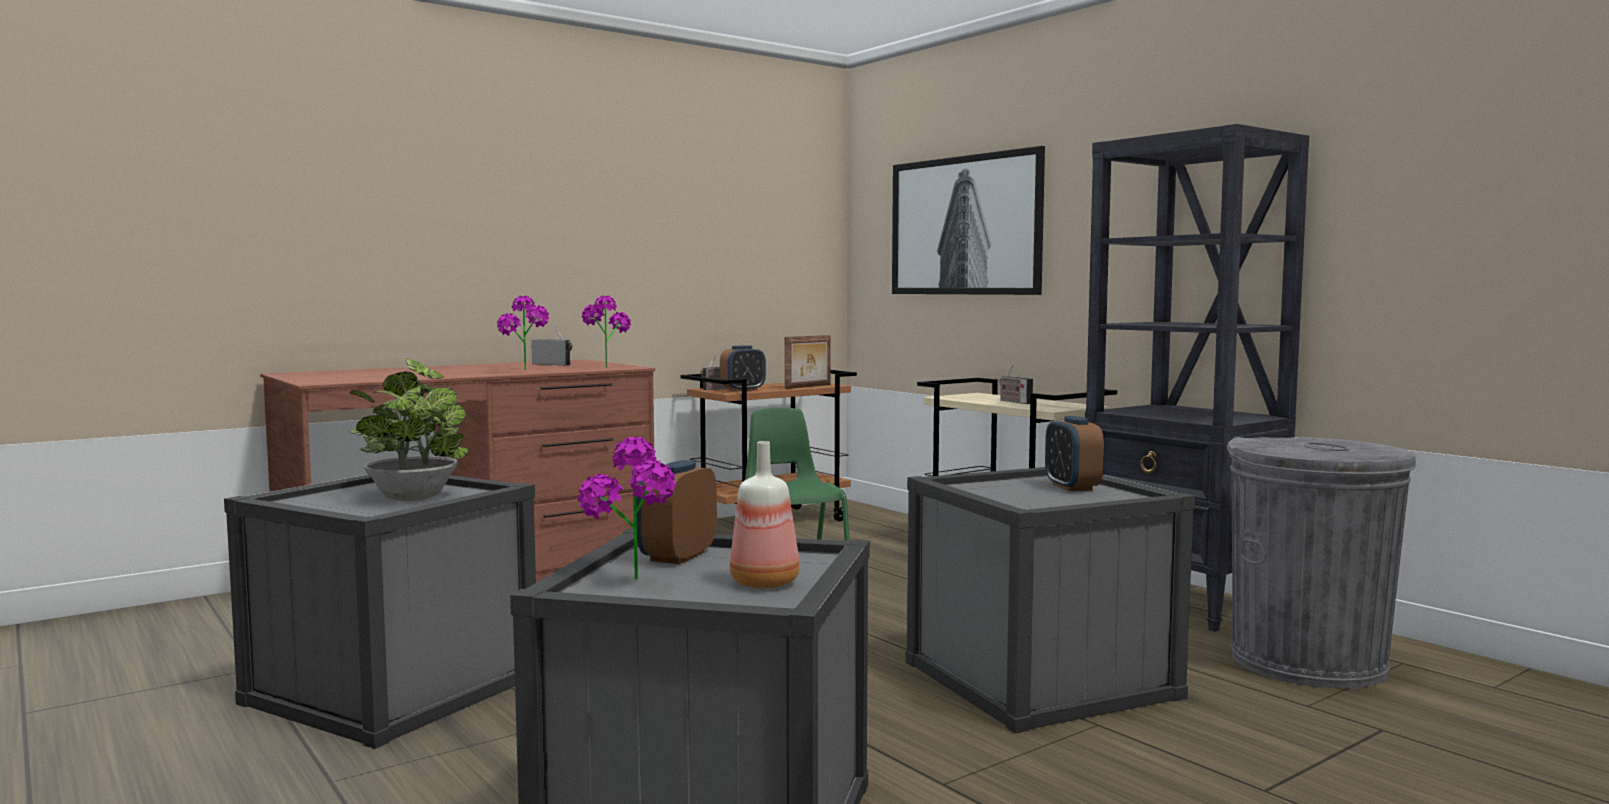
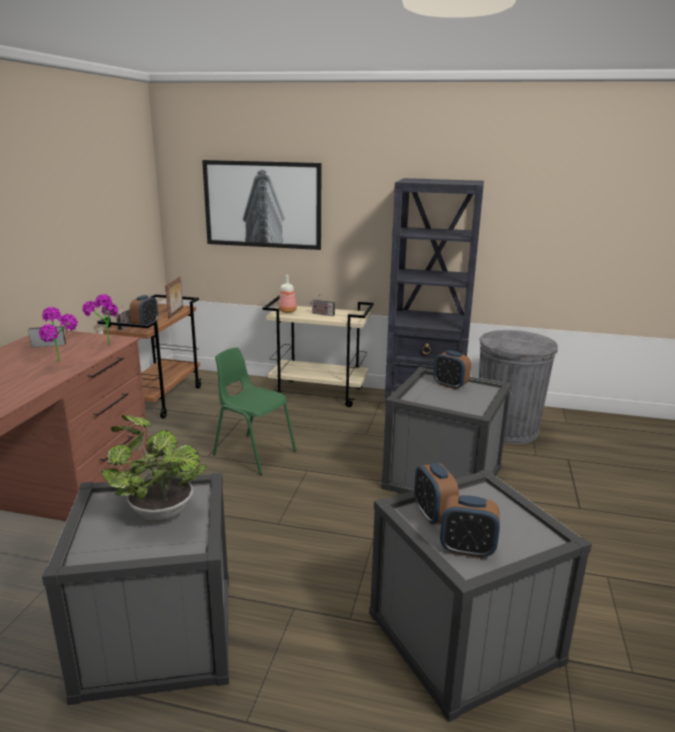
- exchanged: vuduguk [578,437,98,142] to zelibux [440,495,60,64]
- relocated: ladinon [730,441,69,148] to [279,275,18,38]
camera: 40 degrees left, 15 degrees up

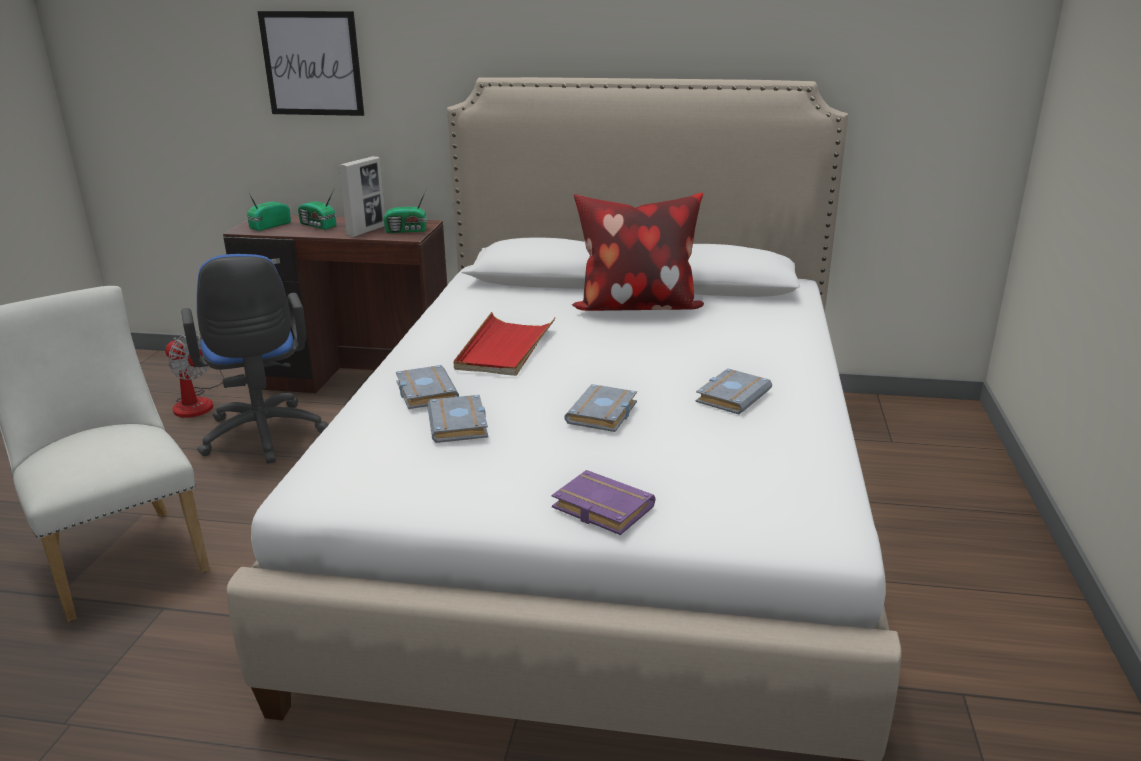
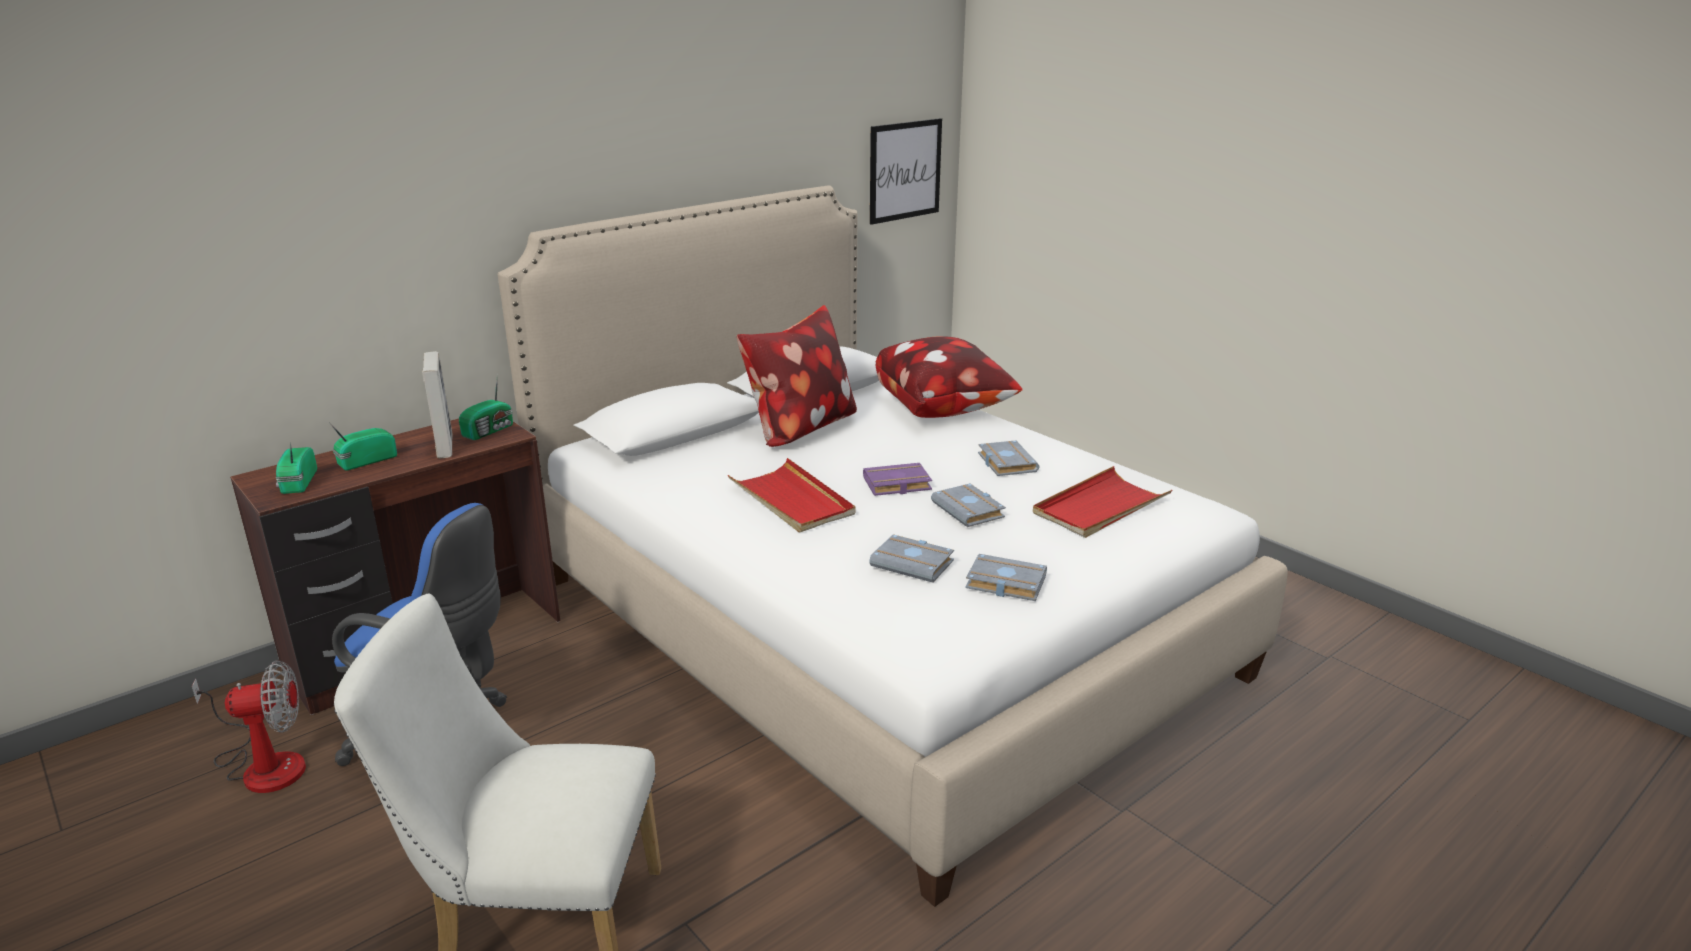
- relocated: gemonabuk [257,11,107,105] to [870,118,72,107]
- spun: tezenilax [298,187,38,43] = [329,422,68,49] 150 degrees clockwise
- relocated: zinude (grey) [396,365,63,44] to [965,554,82,47]
- relocated: zinude (purple) [552,470,104,65] to [863,463,69,33]
- appeared: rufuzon [876,336,146,82]
- appeared: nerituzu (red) [1033,466,139,72]
camera: 50 degrees left, 0 degrees up

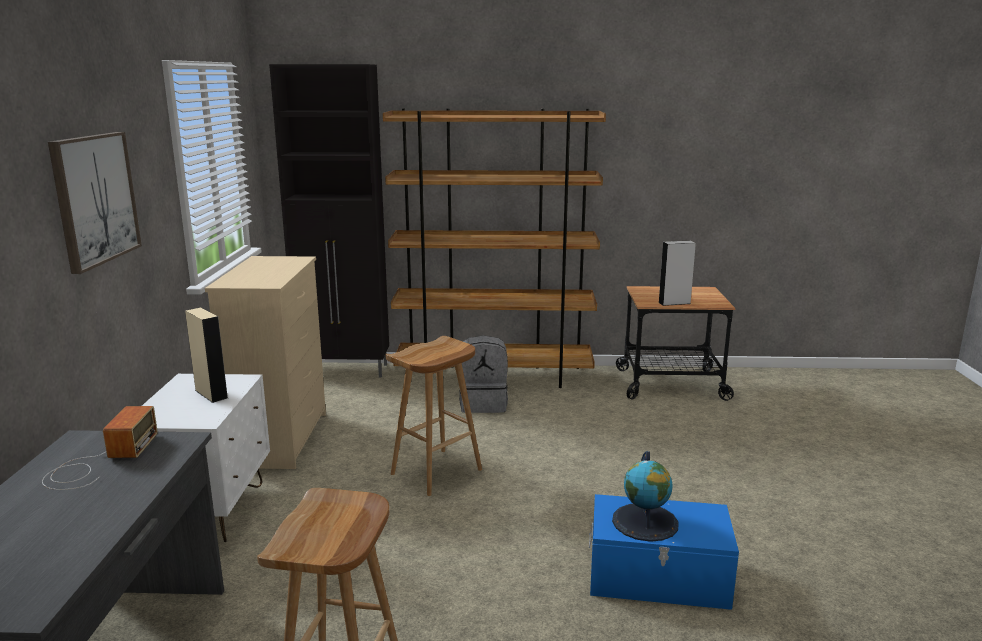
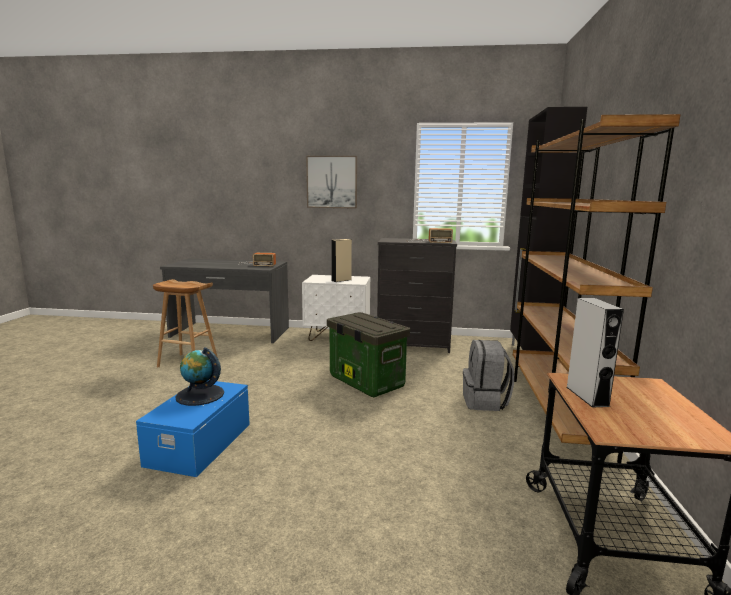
- colour: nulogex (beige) [205,256,121,213] to nulogex (black) [377,238,80,115]
- exchanged: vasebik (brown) [385,336,97,160] to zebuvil [327,312,83,85]
- appeared: tezenilax [406,228,47,15]
camera: 95 degrees right, 5 degrees down

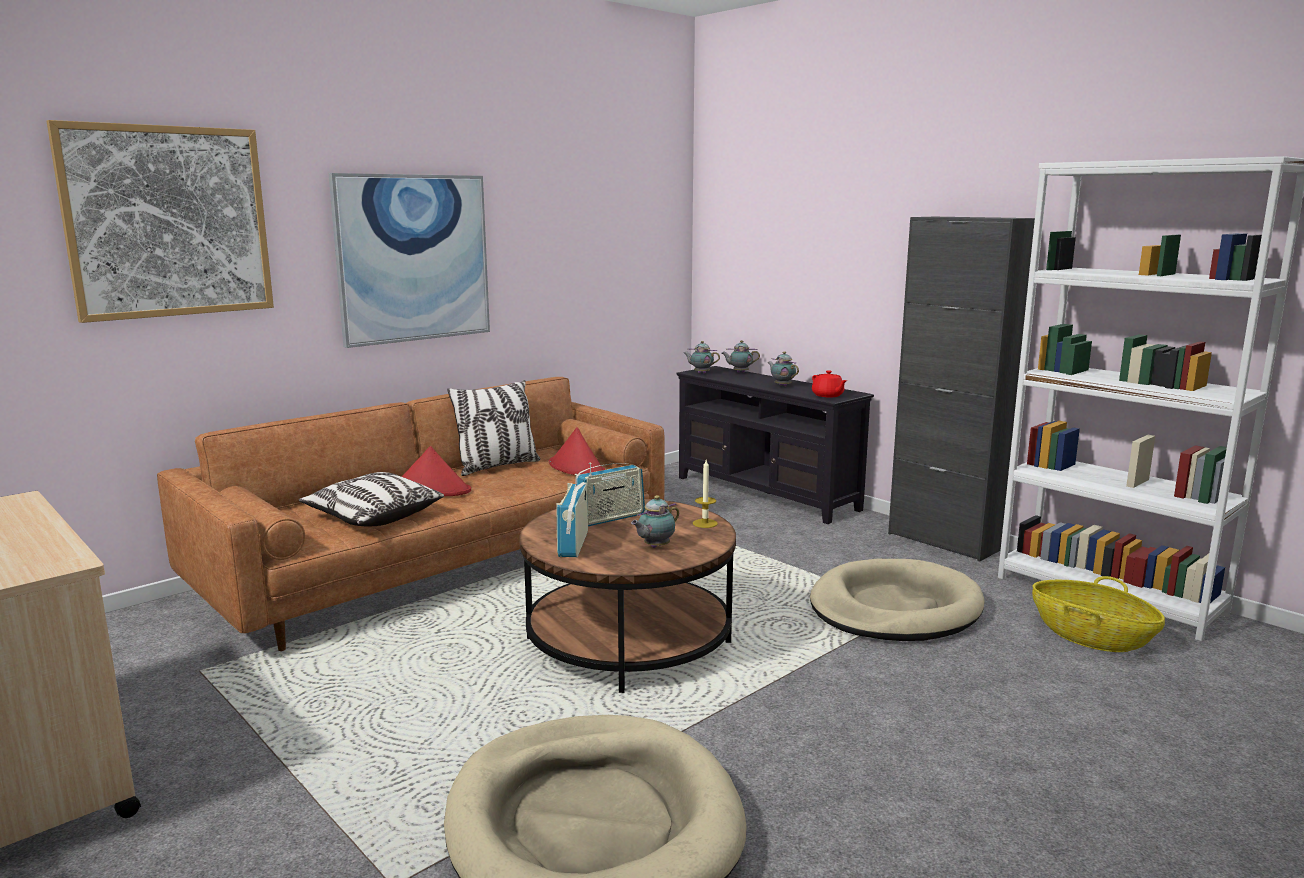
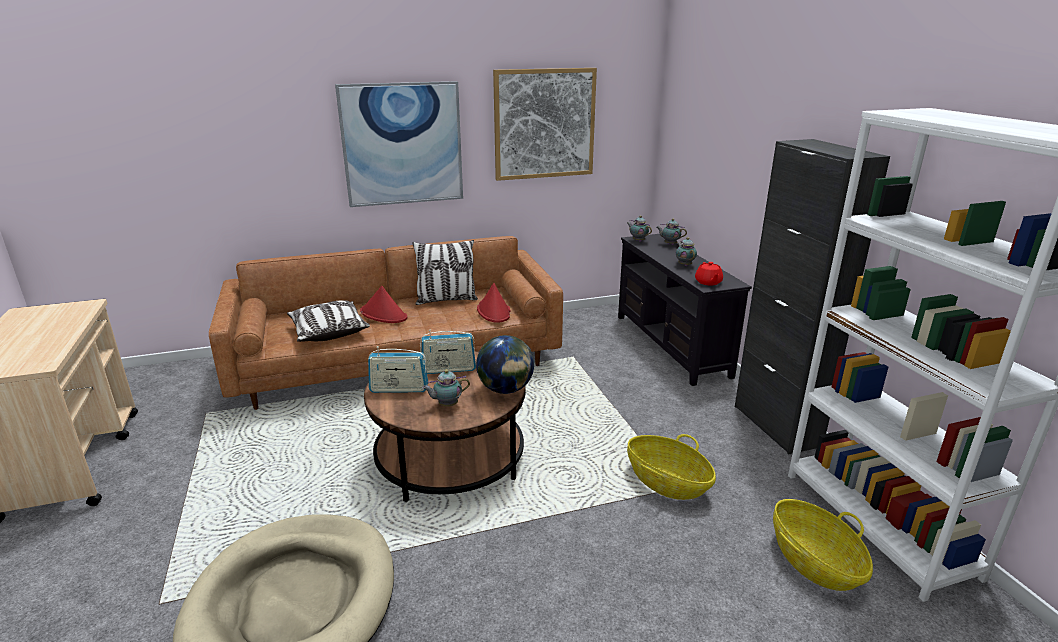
- relocated: gemonabuk [47,120,227,203] to [493,68,104,113]
- spun: tezenilax [556,474,32,83] = [368,346,60,47] 120 degrees counterclockwise
- exchanged: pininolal [693,460,25,68] to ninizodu [476,335,58,59]
- exchanged: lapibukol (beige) [810,559,174,82] to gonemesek [627,434,89,66]
camera: 25 degrees right, 10 degrees up

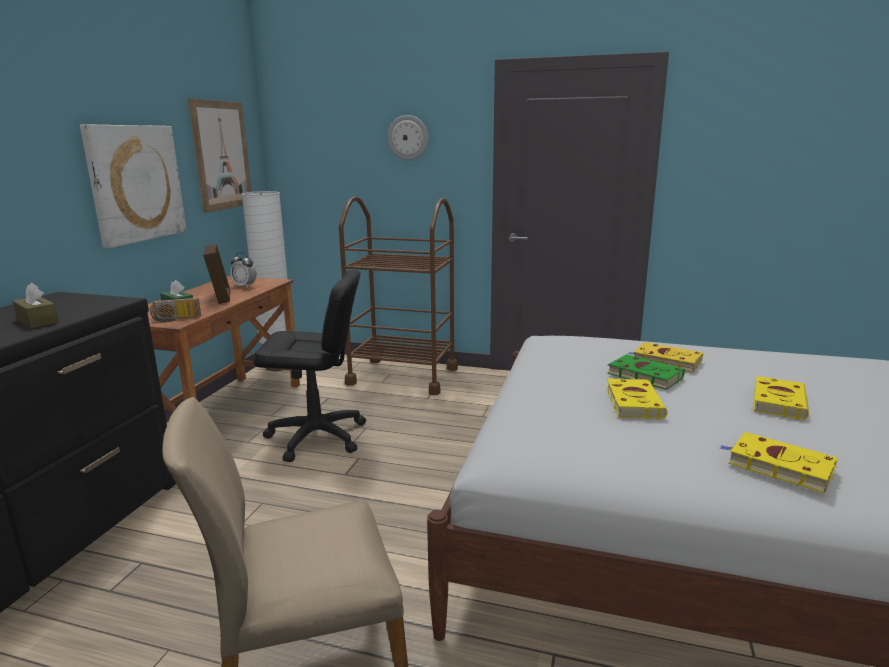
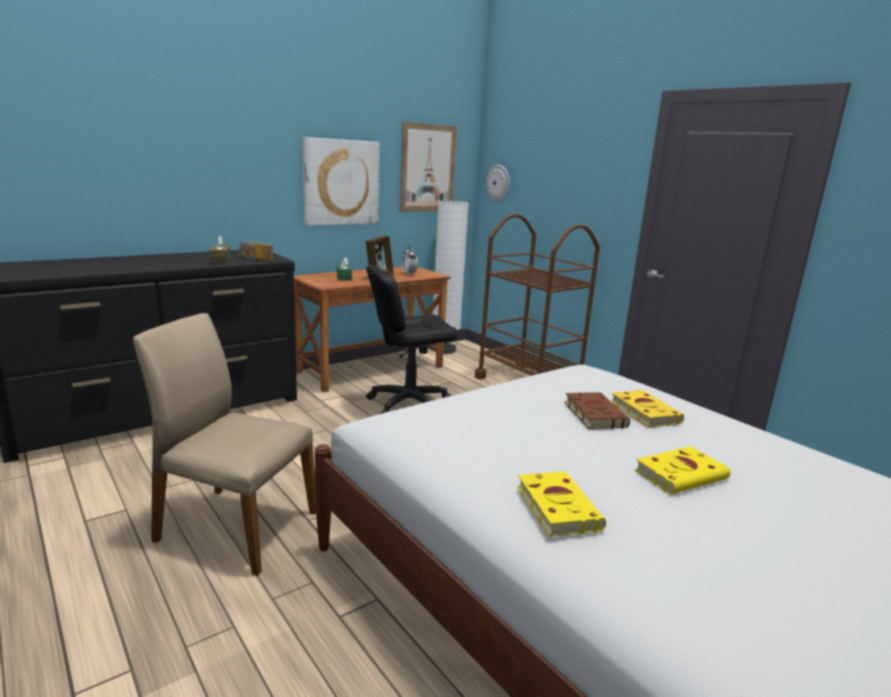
- relocated: tezenilax [150,298,51,24] to [238,241,35,20]
- spun: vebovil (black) [253,270,113,192] = [366,265,92,149] 120 degrees clockwise
- relocated: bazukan [388,115,41,46] to [485,165,25,37]
- colour: zinude (green) [606,354,79,36] to zinude (brown) [564,392,66,37]
- missing: zinude (yellow) [606,379,62,40]
camera: 35 degrees right, 0 degrees up

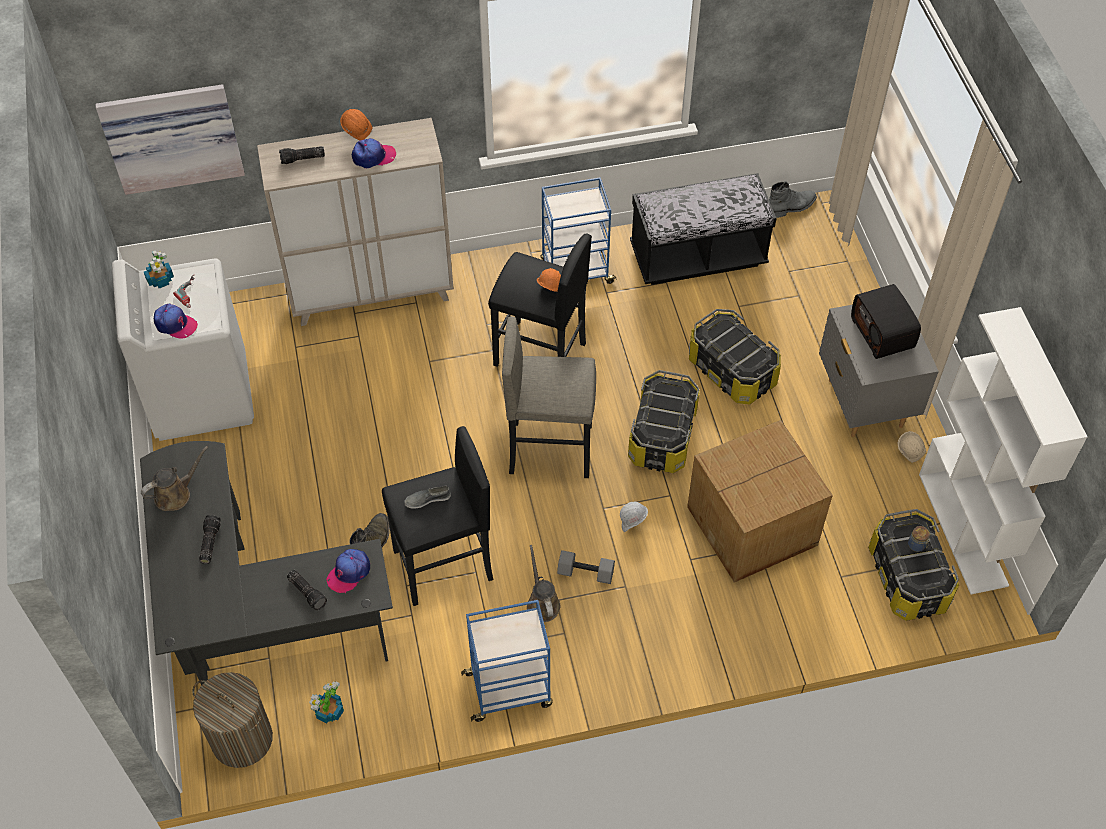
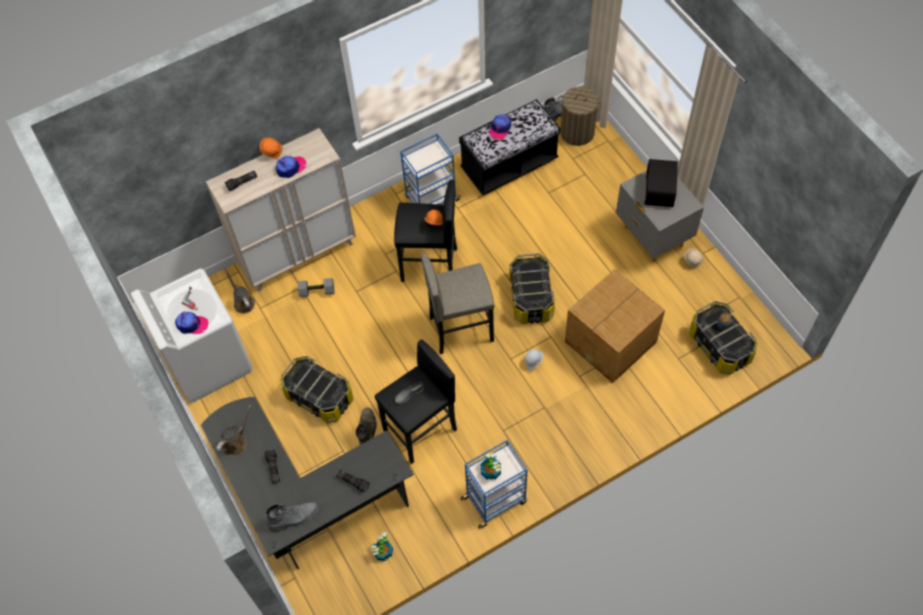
- missing: gemonabuk [95,84,150,111]
- relocated: vuduguk [144,251,30,37] to [481,453,20,26]
- relocated: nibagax [192,672,81,96] to [558,86,44,60]
- relocated: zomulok [327,549,43,44] to [490,114,21,25]
- relocated: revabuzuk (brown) [527,545,33,77] to [224,268,31,46]
- relocated: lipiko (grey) [557,550,58,34] to [298,278,37,19]
- relocated: zebuvil [689,309,92,95] to [281,356,72,67]
- spun: tezenilax [851,284,70,75] = [645,159,33,48] 45 degrees clockwise
- missing: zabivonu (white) [919,307,169,287]
- appeared: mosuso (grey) [266,502,52,30]
camera: 15 degrees left, 5 degrees up

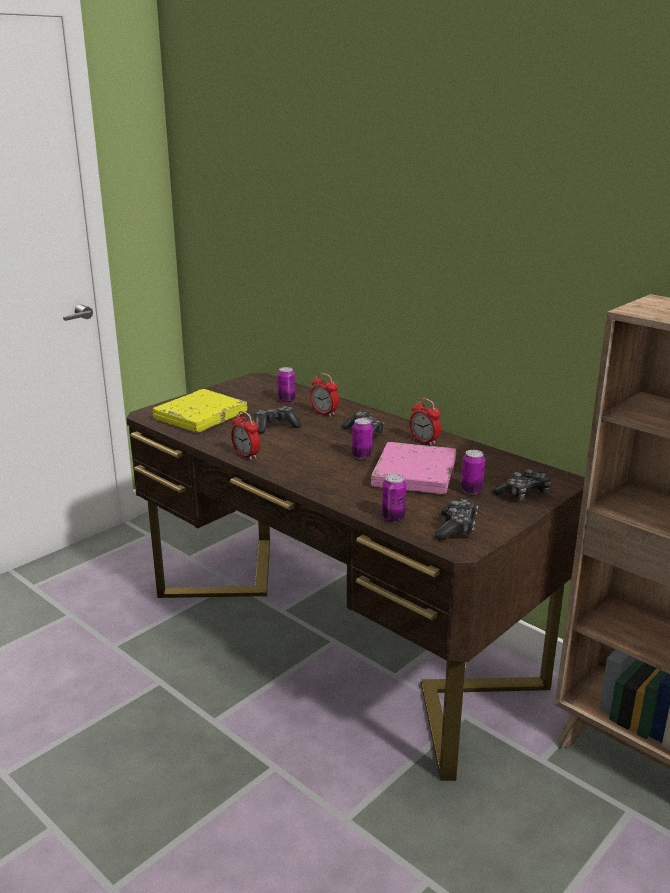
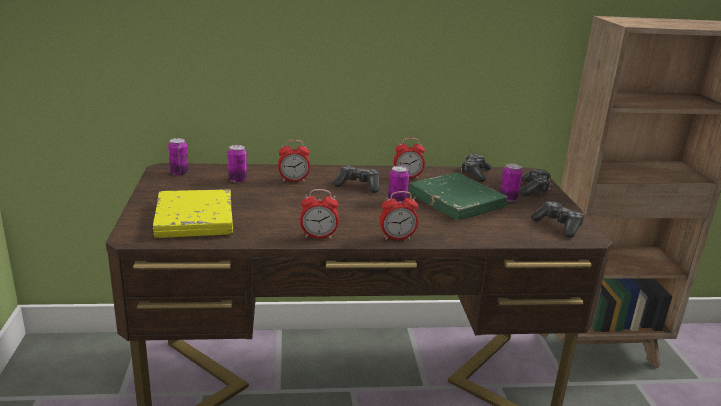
- relocated: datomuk [254,406,48,28] to [461,154,31,28]
- colour: zinude (pink) [371,442,85,52] to zinude (green) [408,172,100,49]
- relocated: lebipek [382,474,24,48] to [168,138,21,37]
- appeared: zelibux [380,191,38,49]
camera: 50 degrees left, 0 degrees up

